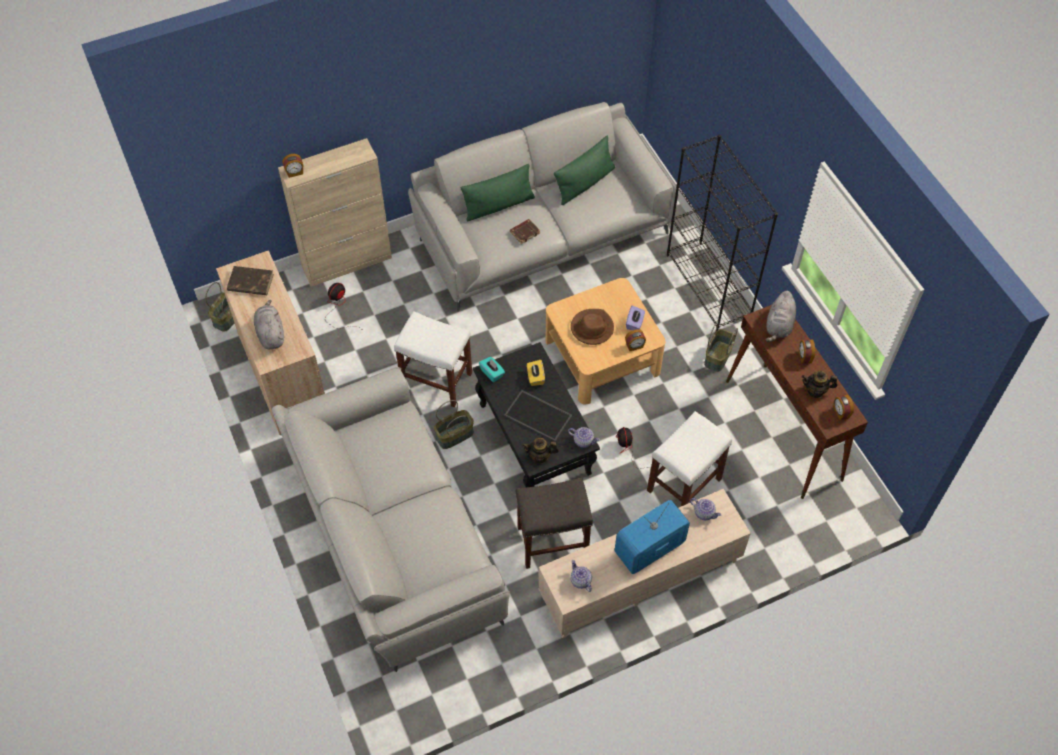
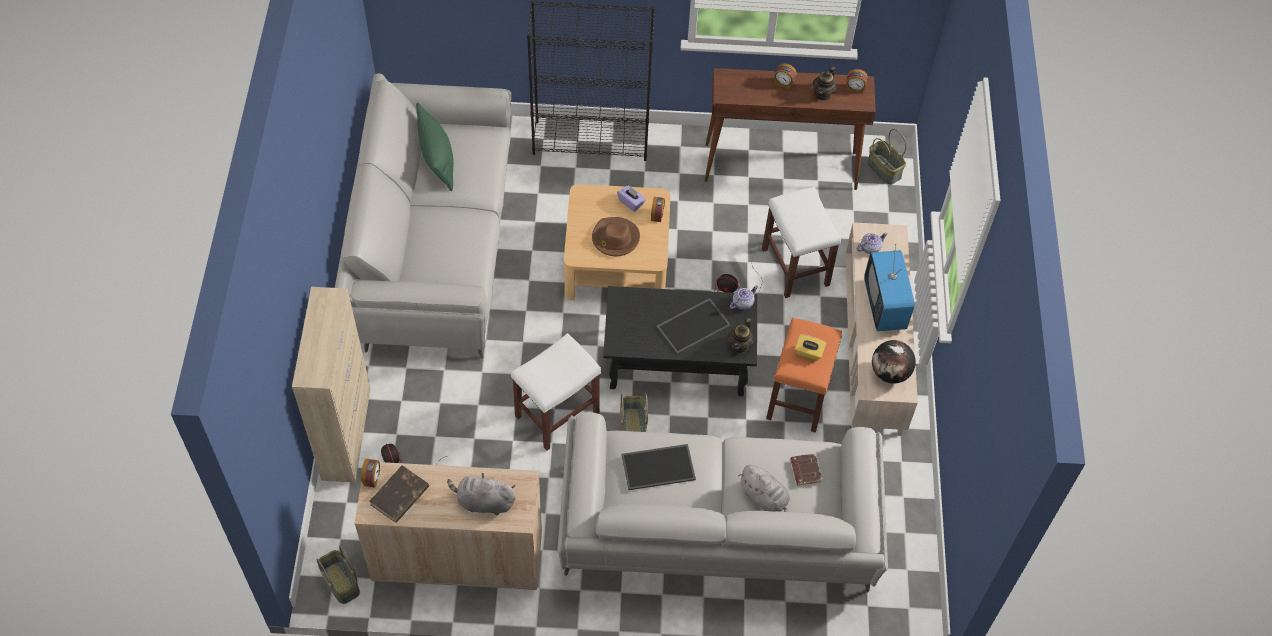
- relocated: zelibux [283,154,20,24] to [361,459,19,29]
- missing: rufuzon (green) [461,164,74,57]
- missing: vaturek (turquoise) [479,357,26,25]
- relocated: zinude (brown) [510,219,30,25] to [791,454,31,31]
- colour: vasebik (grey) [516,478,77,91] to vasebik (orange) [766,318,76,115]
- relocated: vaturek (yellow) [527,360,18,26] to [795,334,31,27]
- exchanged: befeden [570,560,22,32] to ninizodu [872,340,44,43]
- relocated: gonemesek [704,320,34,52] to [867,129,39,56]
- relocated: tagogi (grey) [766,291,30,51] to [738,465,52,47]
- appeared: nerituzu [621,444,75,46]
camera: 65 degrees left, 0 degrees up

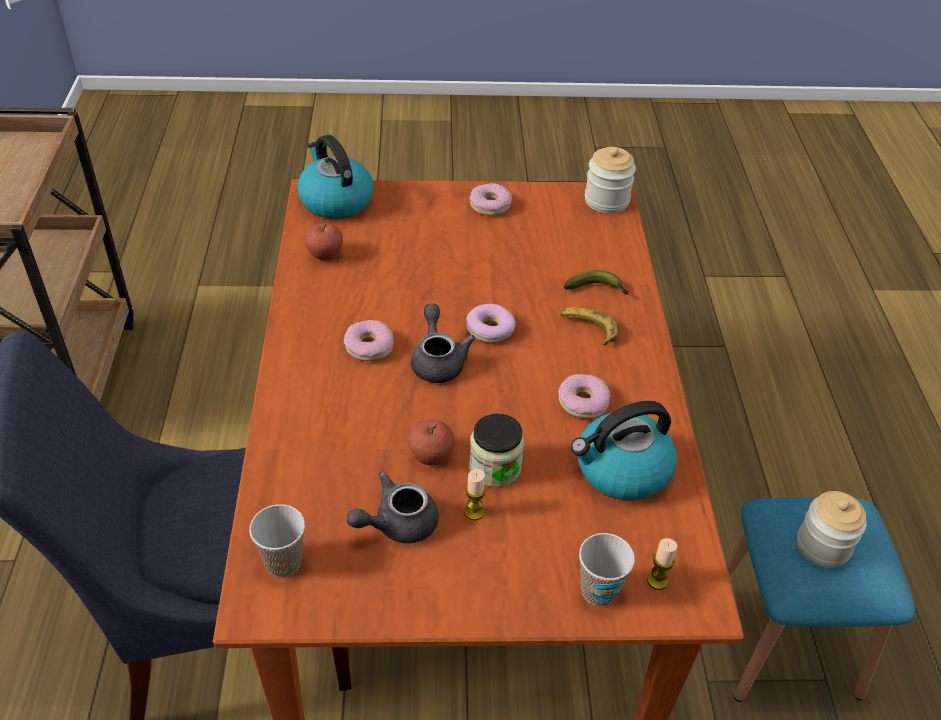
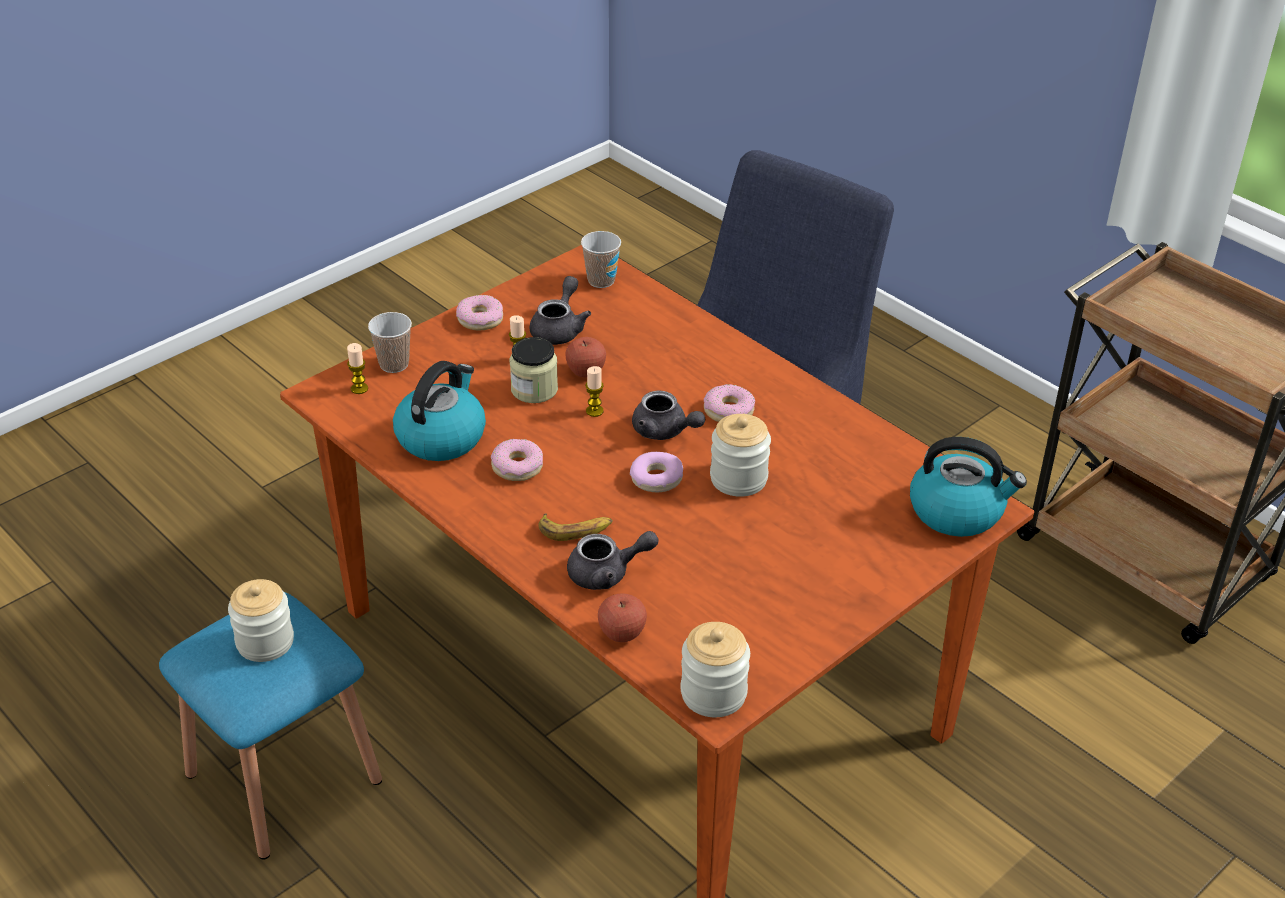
- relocated: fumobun [305,223,38,38] to [598,593,49,49]
- relocated: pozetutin [470,183,42,33] to [456,295,47,36]
- exchanged: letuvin [564,270,64,25] to befeden (grey) [567,531,91,59]
- appeared: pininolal [585,366,19,51]
- appeared: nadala [710,414,61,83]
camera: 140 degrees right, 5 degrees down

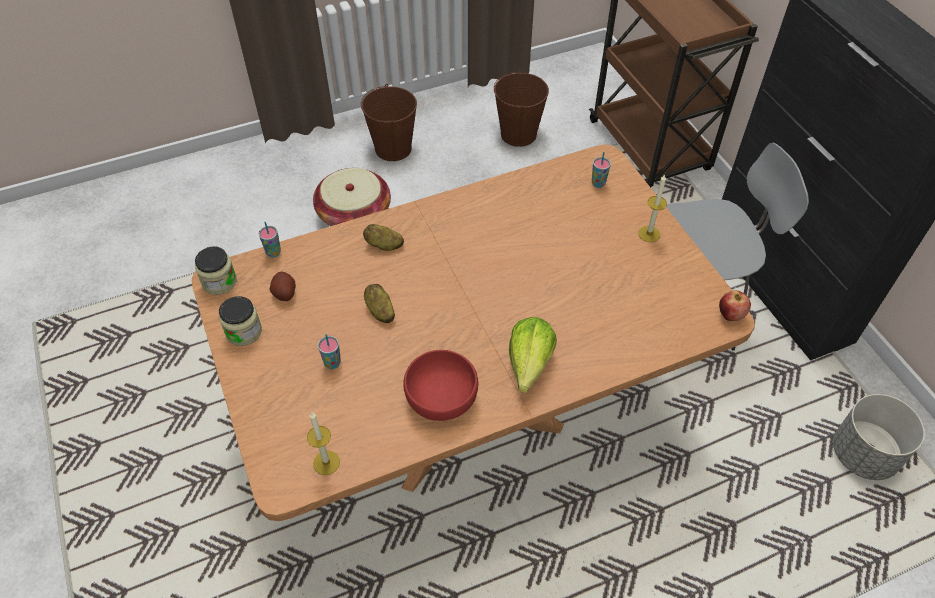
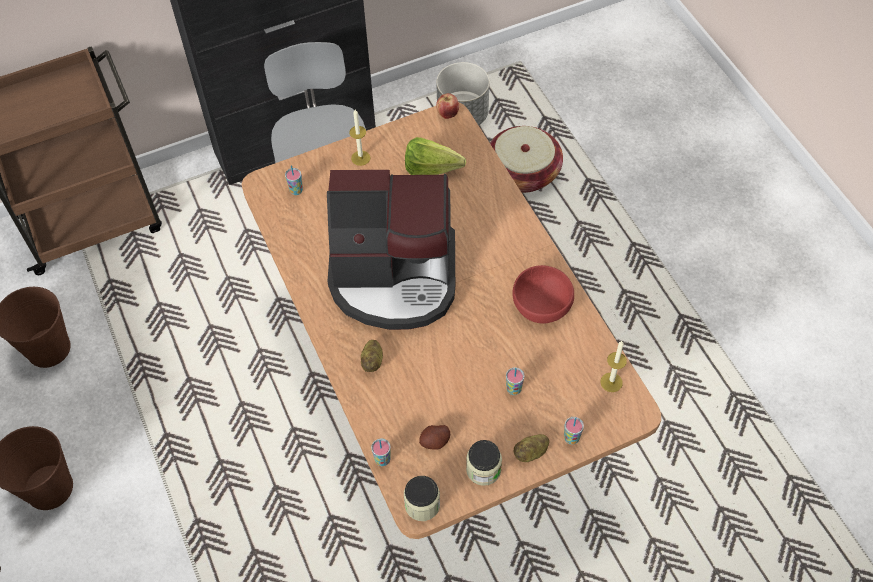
- relocated: gonemesek [313,168,78,58] to [490,126,73,67]
- relocated: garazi [364,284,31,39] to [514,434,35,28]
- relocated: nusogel [509,317,48,76] to [405,137,61,38]
- appeared: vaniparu [327,170,128,160]
- appeared: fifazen [564,417,20,27]
camera: 90 degrees left, 5 degrees up

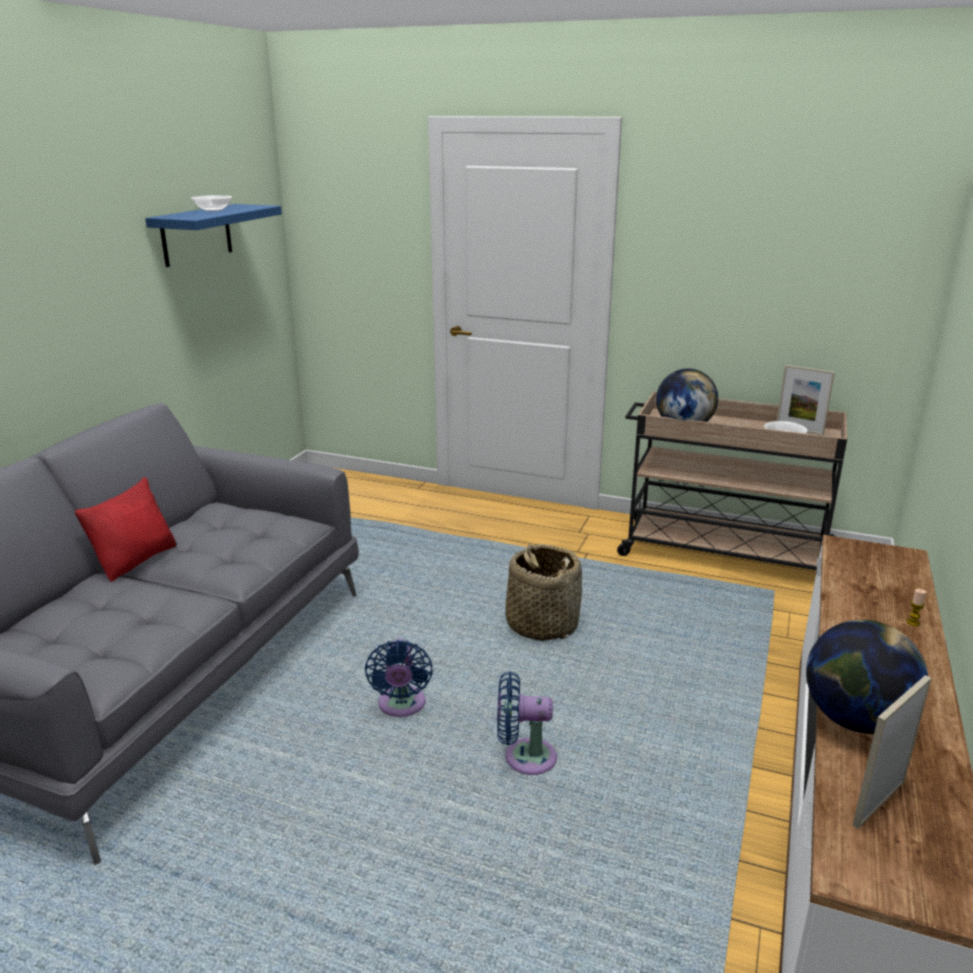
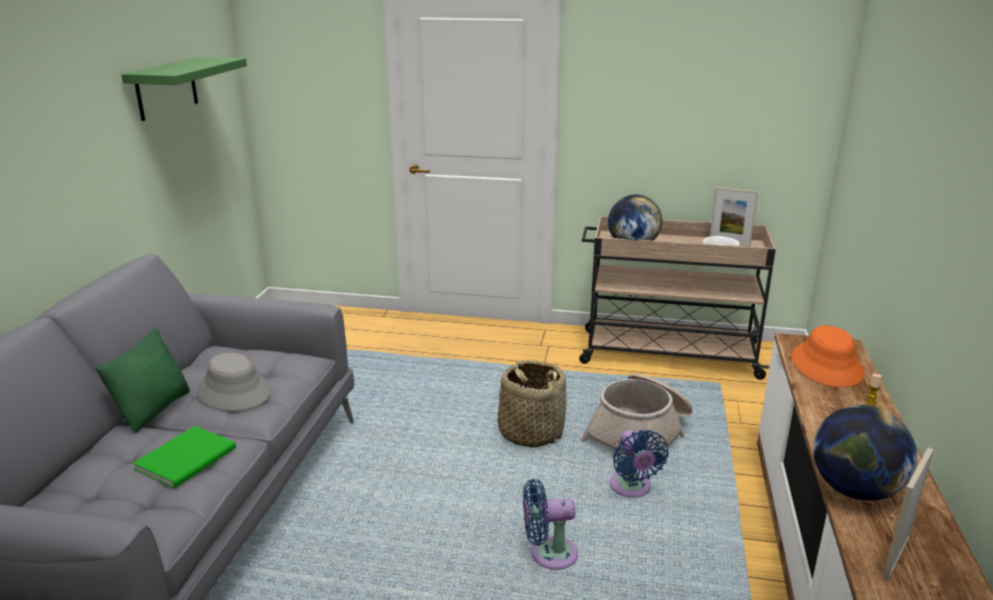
- colour: rufuzon (red) [75,477,102,105] to rufuzon (green) [96,328,94,105]
- colour: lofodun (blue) [145,204,137,63] to lofodun (green) [121,57,126,64]
- missing: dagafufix [191,195,41,16]
- relocated: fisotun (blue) [365,639,68,78] to [610,430,59,68]
- appeared: zinude (green) [133,426,103,62]
- appeared: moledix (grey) [196,353,75,58]
- appeared: gonemesek [580,373,113,98]
- appeared: moledix (orange) [792,326,73,61]
camera: 10 degrees left, 0 degrees up

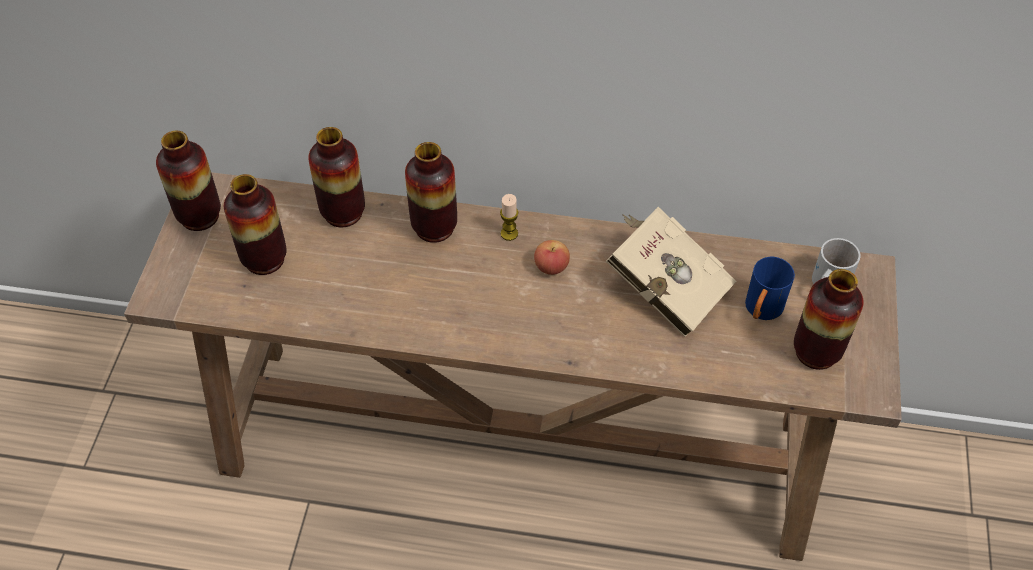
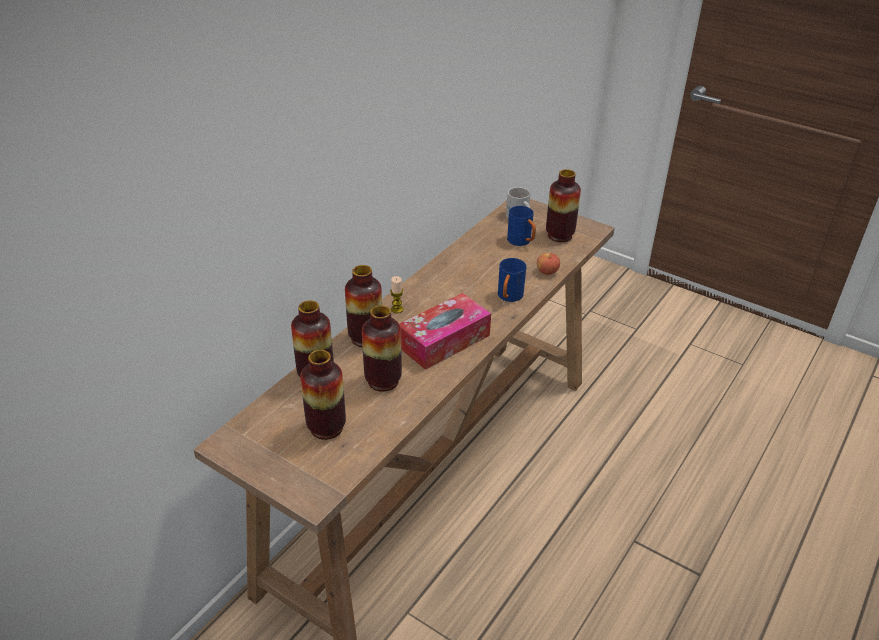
- relocated: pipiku [156,131,65,100] to [362,305,40,87]
- relocated: fumobun [534,240,36,35] to [537,253,23,22]
- missing: zinude (beige) [606,207,131,130]
- appeared: vaturek [399,293,92,77]
- appeared: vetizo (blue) [498,258,29,44]
camera: 65 degrees left, 15 degrees down

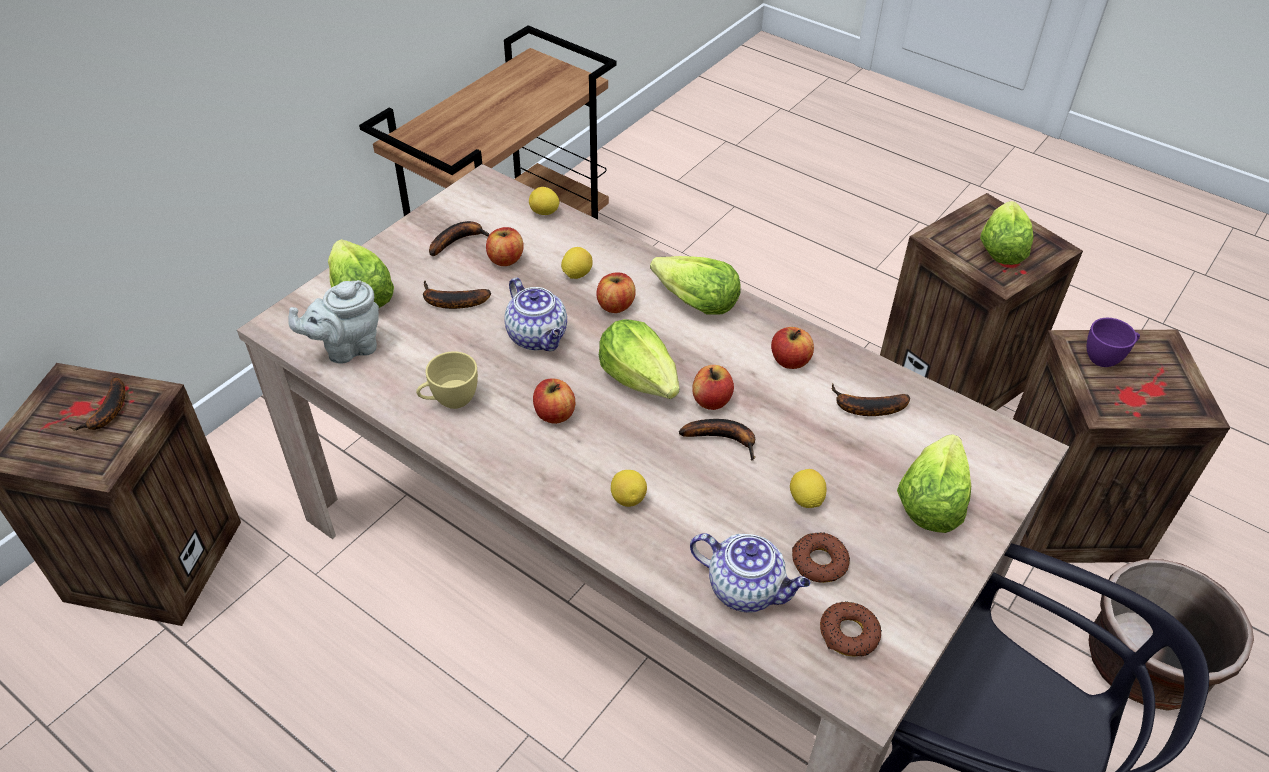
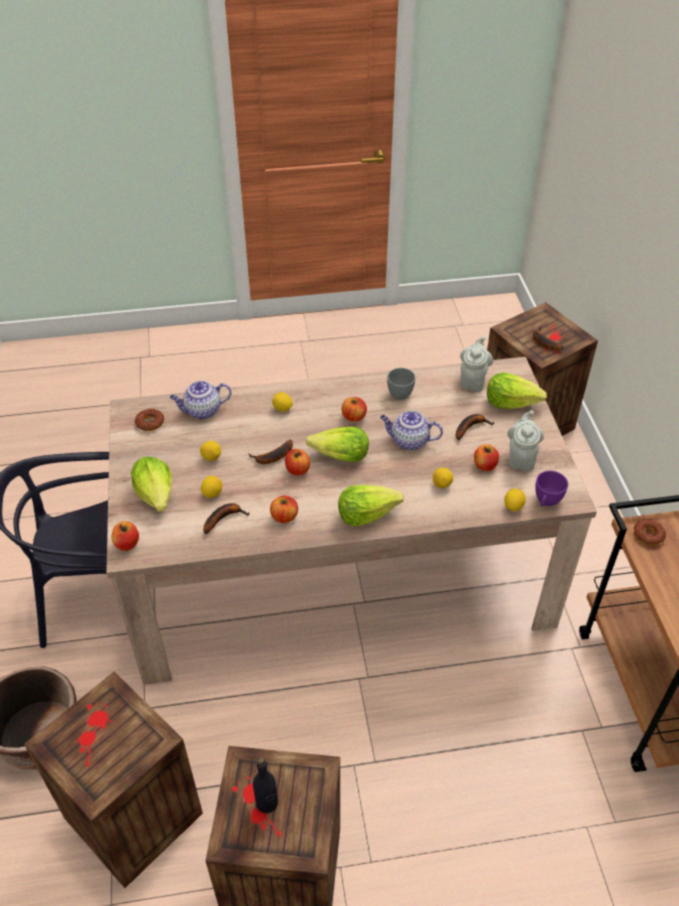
- colour: fifazen (yellow) [416,351,62,58] to fifazen (grey) [387,368,29,32]
- exchanged: letuvin [429,221,61,35] to befeden (grey) [507,410,37,62]
- relocated: fumobun [596,273,40,40] to [112,521,27,30]
- relocated: pozetutin [792,533,58,50] to [634,519,32,26]
- exchanged: nusogel [980,201,54,64] to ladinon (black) [253,757,25,56]
- relocated: fifazen (purple) [1087,318,53,49] to [535,471,33,35]
- appeared: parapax [201,476,21,22]
camera: 135 degrees right, 0 degrees up

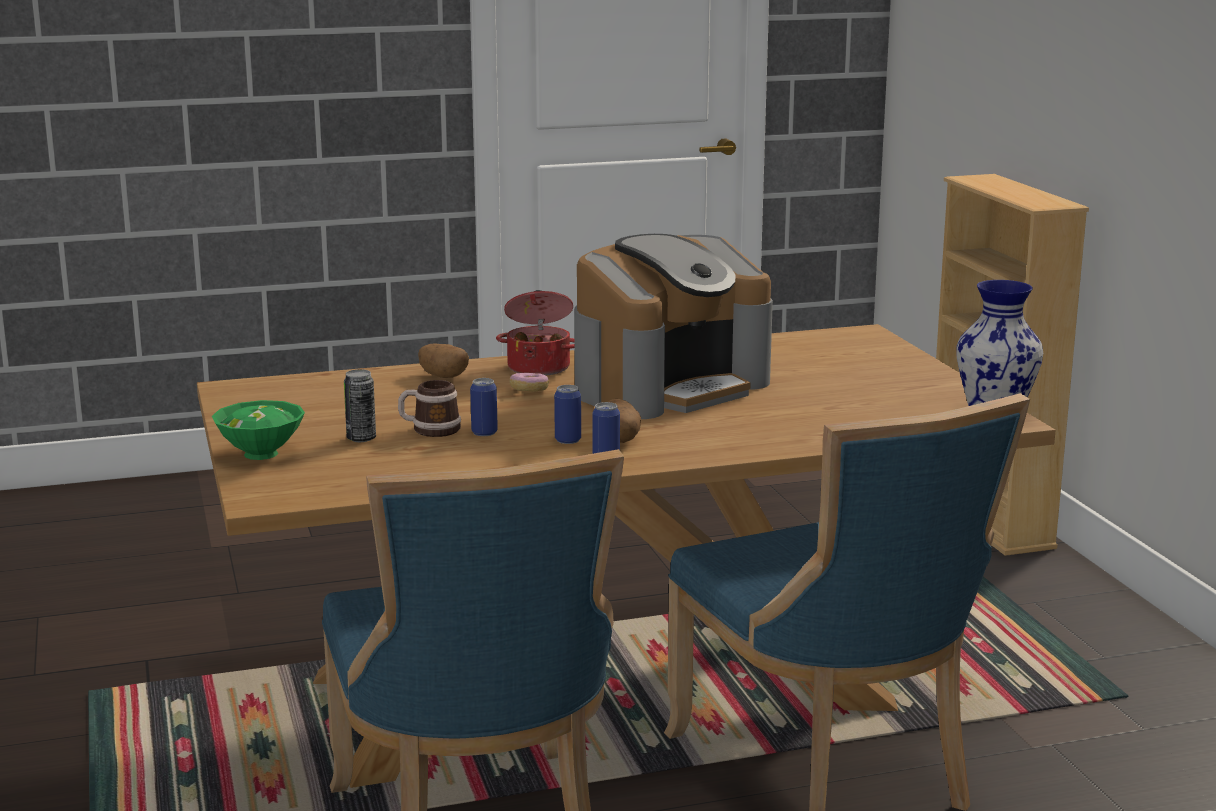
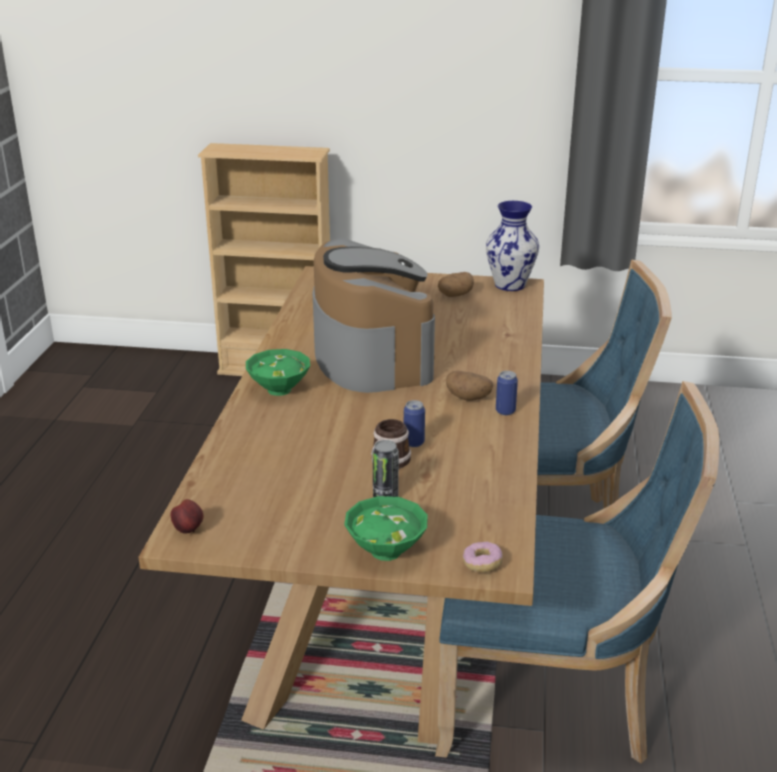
- relocated: garazi [418,343,51,35] to [438,272,36,25]
- exchanged: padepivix [496,290,78,86] to dagafufix (green) [246,349,64,47]
- relocated: pozetutin [509,373,40,19] to [463,542,40,30]
- missing: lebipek [554,385,27,59]
- appeared: fumobun [171,499,33,35]
camera: 65 degrees left, 10 degrees up

